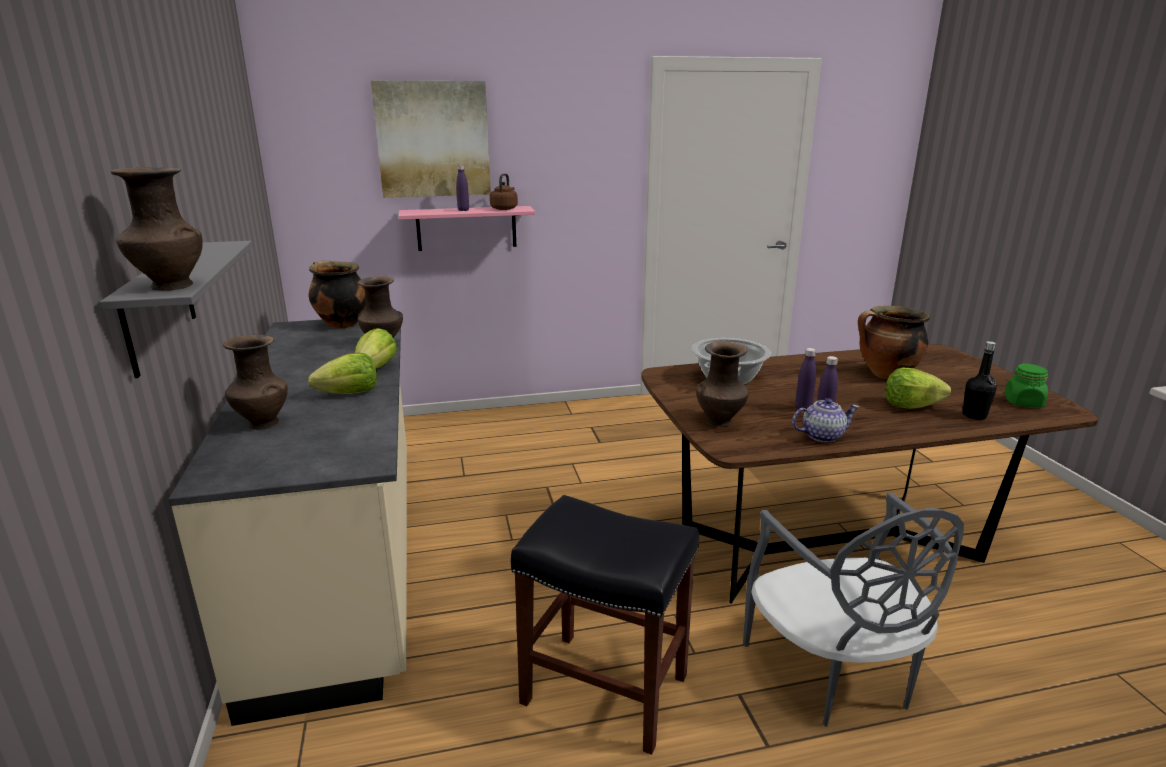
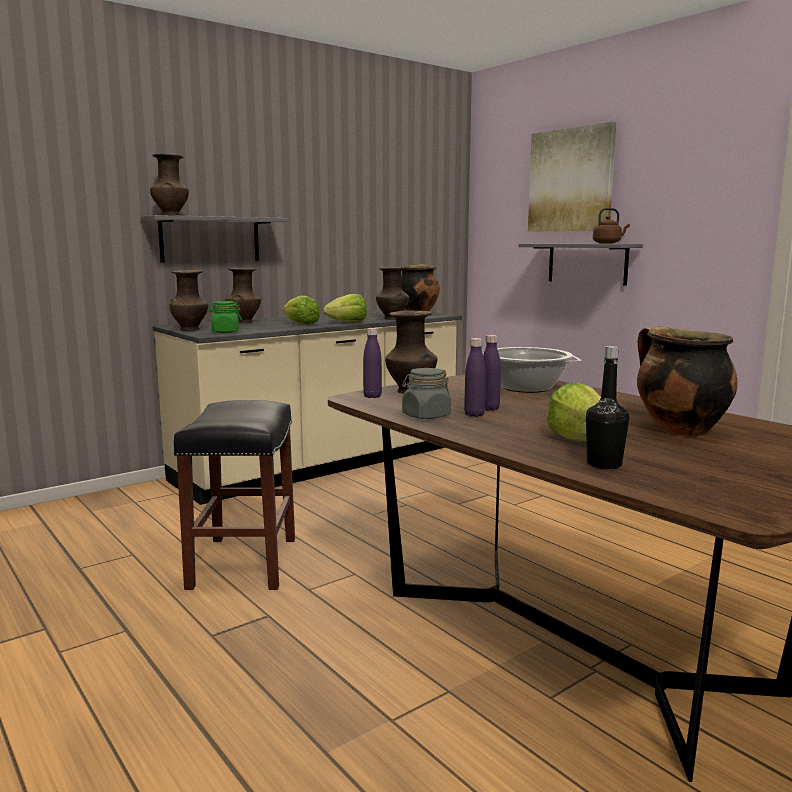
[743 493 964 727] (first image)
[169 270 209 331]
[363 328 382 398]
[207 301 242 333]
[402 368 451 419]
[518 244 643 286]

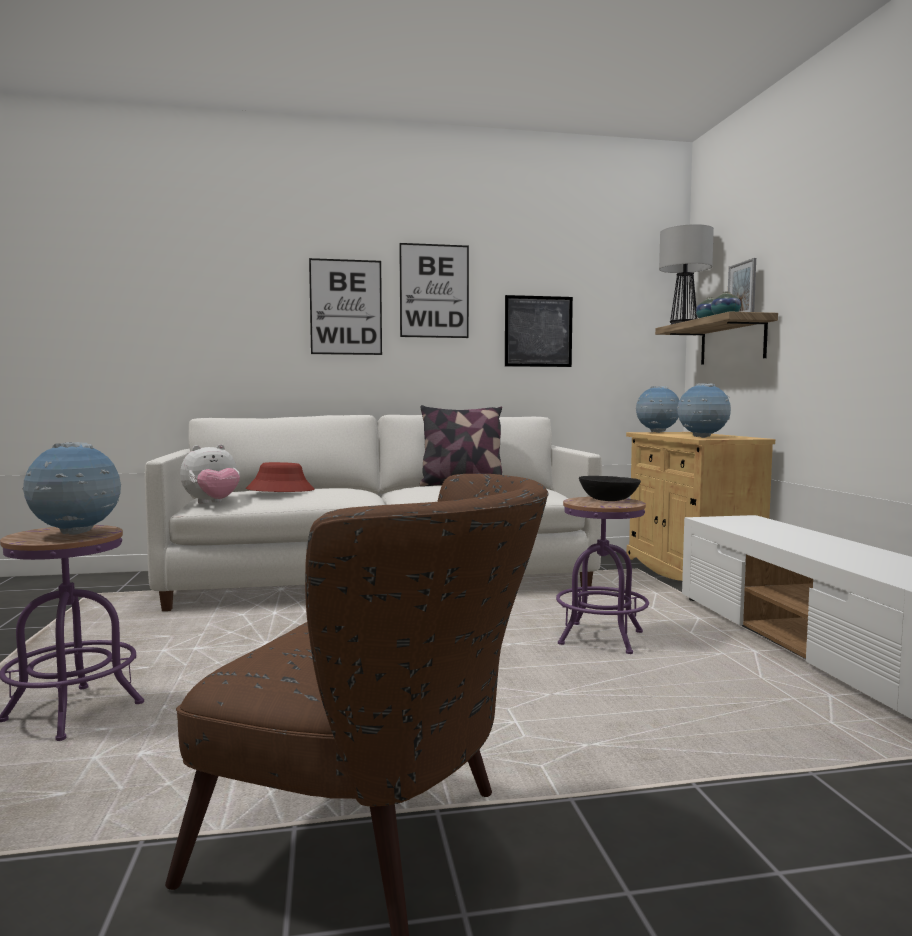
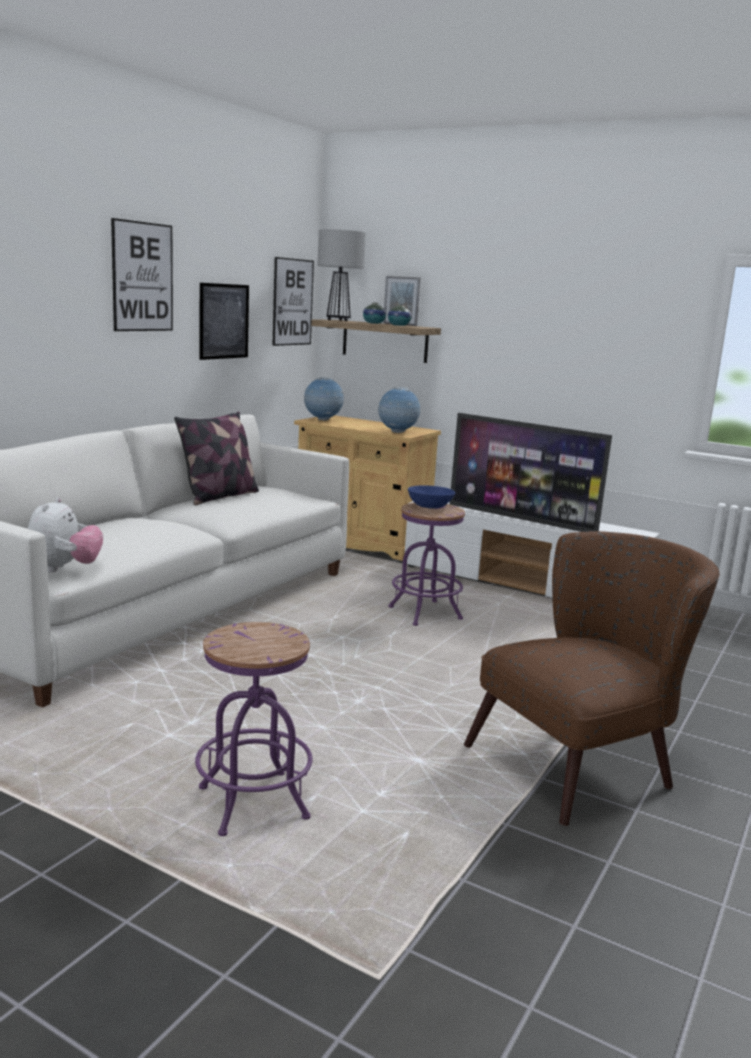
[23 442 121 535] (first image)
[246 462 315 492] (first image)
[449 413 612 532]
[273 257 314 346]
[408 485 456 508]

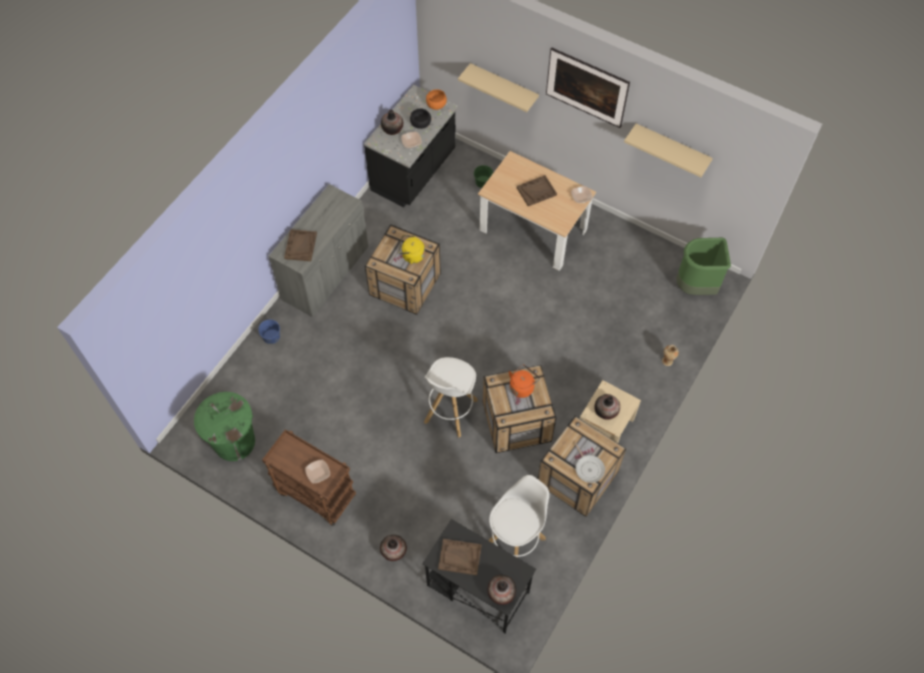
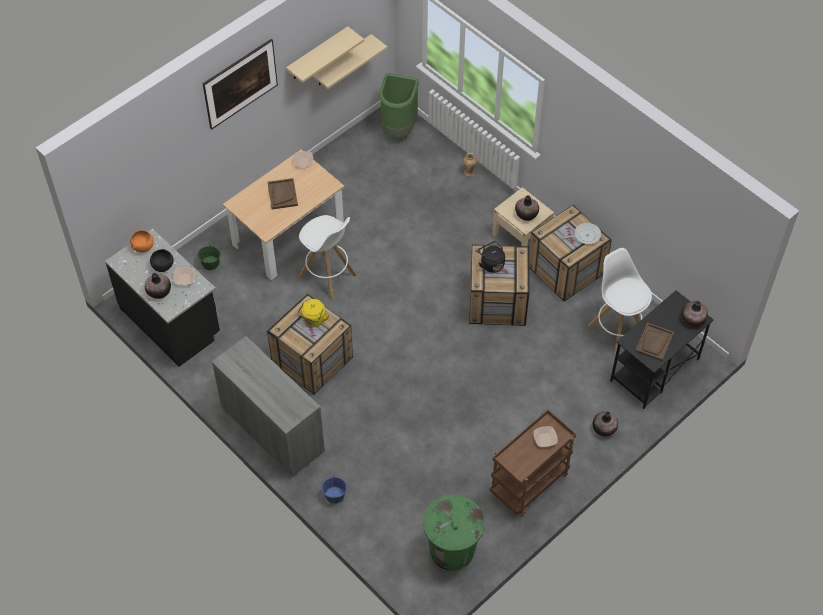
[284 229 317 261] (first image)
[299 215 357 299]
[312 34 387 89]
[478 241 505 273]

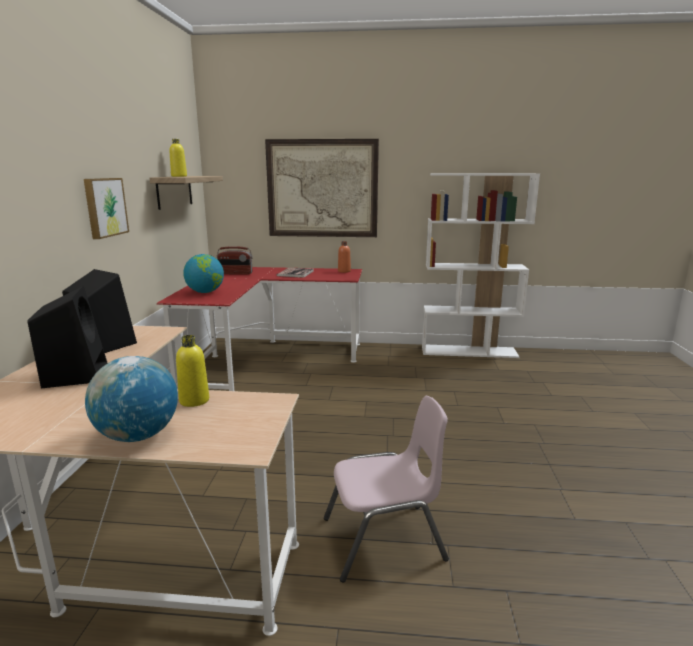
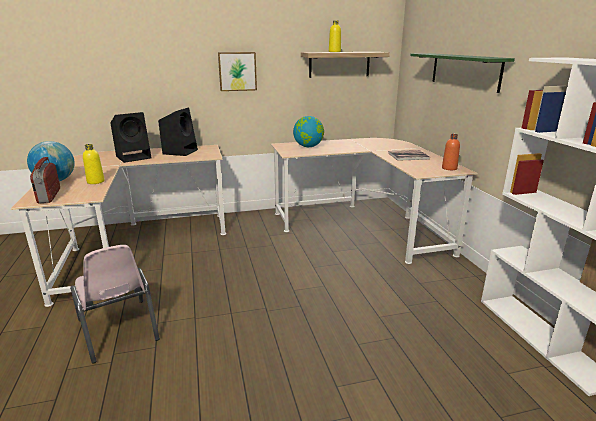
[30 157 60 204]
[410 53 515 93]
[271 138 478 264]

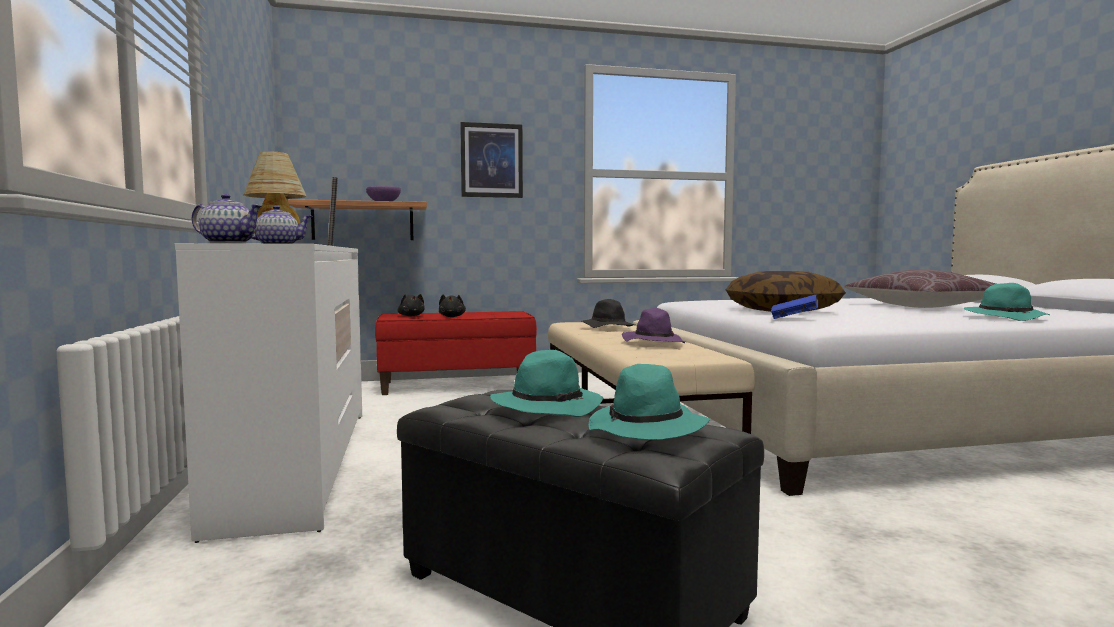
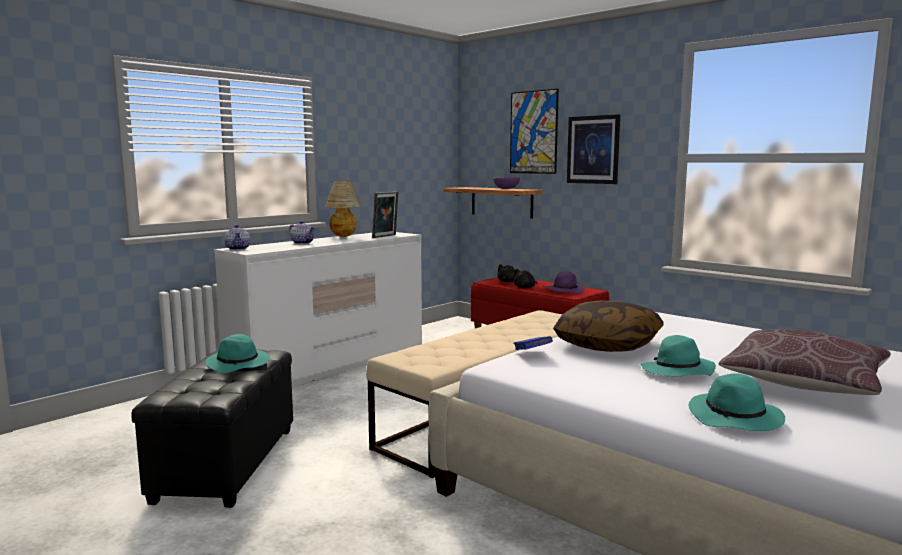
[582 299 635 328] (first image)
[510 89 559 174]
[641 335 716 376]
[546 271 585 294]

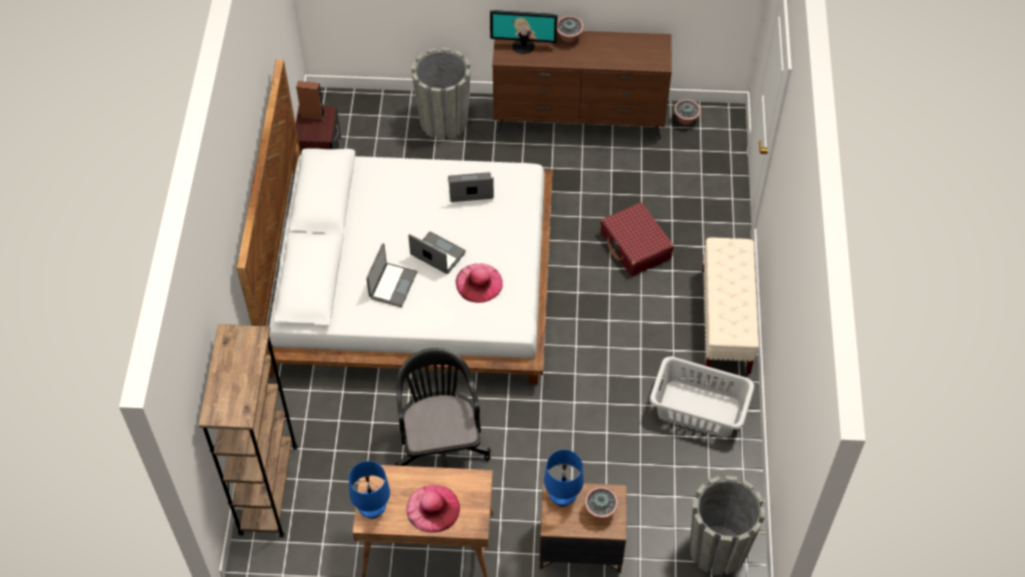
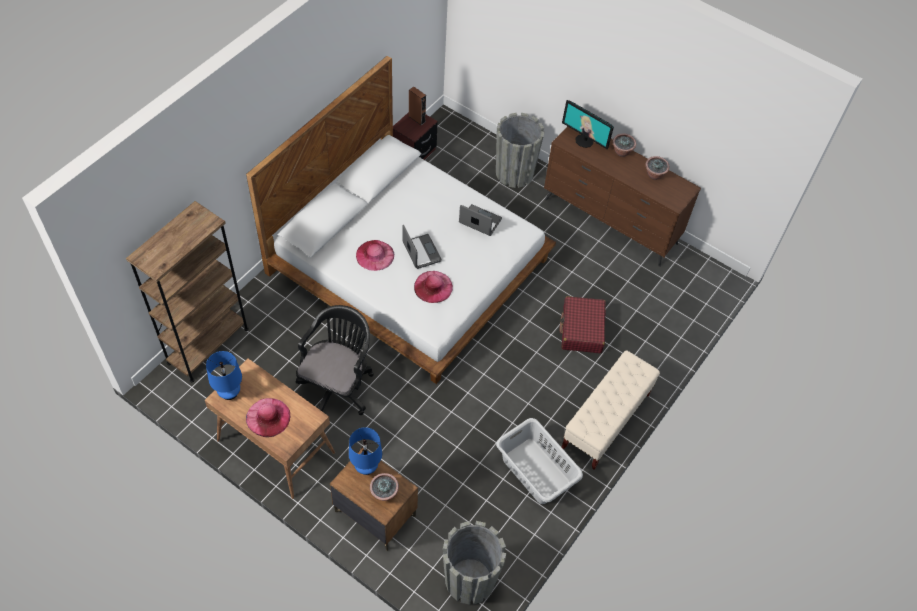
[645 156 669 180]
[356 240 394 271]

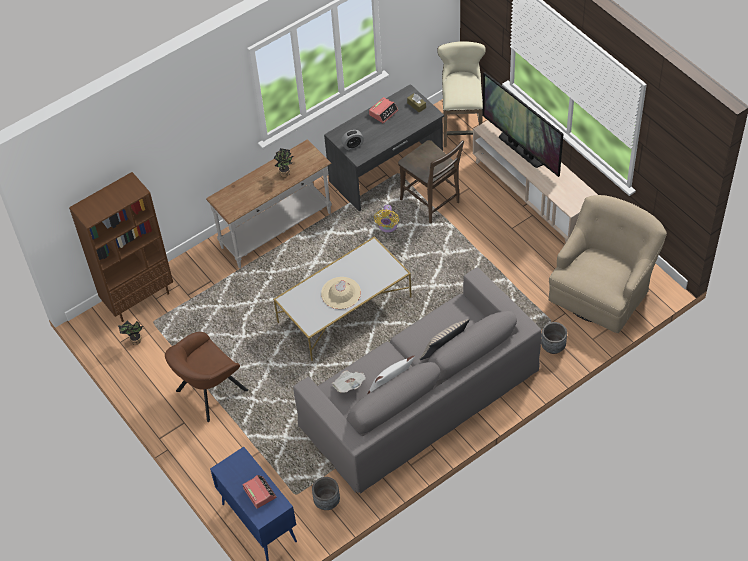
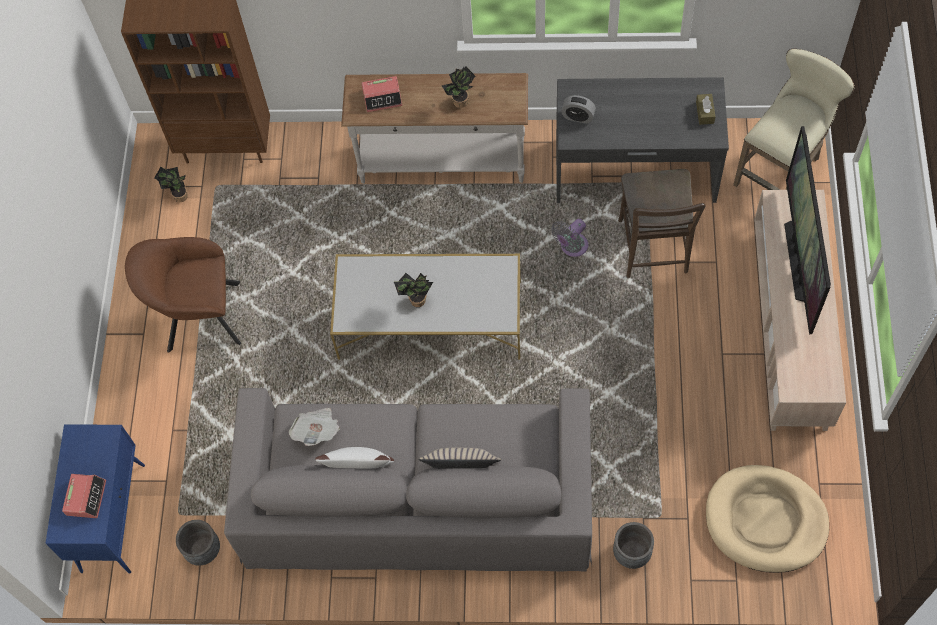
[361 76 402 112]
[394 273 433 307]
[706 465 829 573]
[551 219 588 257]

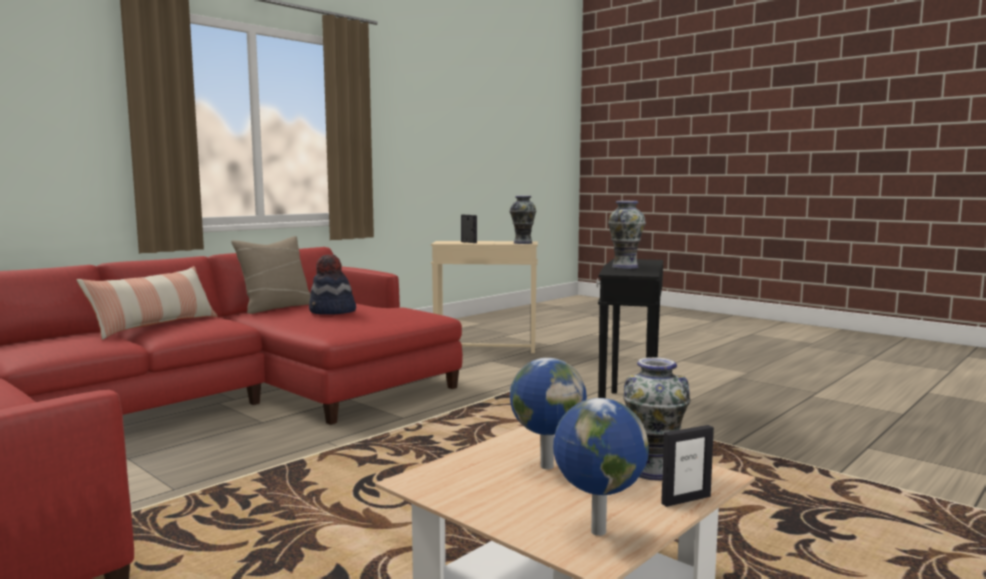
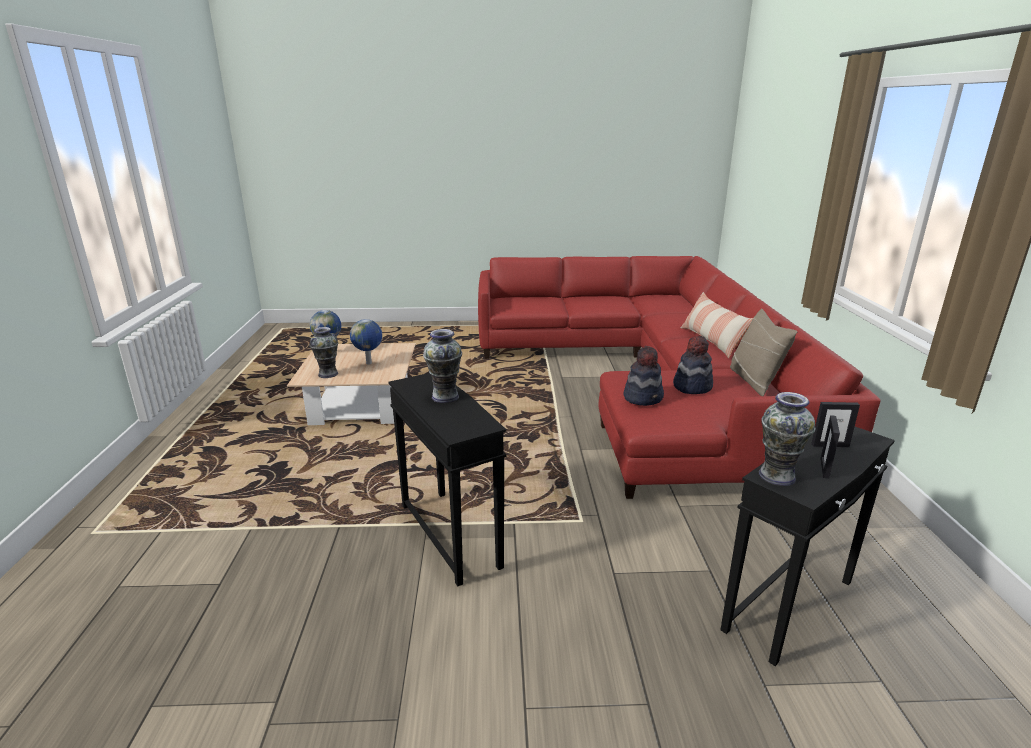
[624 346 664 406]
[820 415 840 479]
[721 427 895 666]

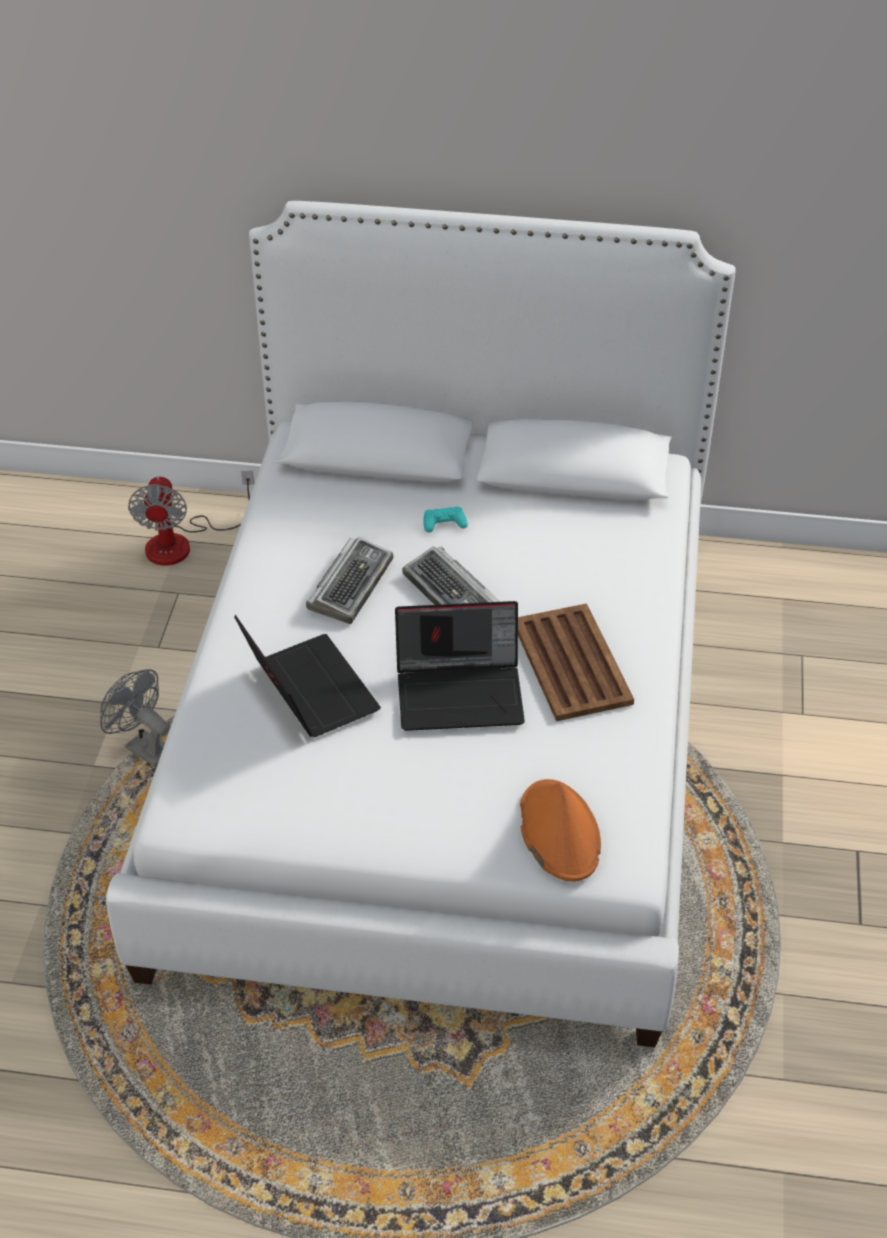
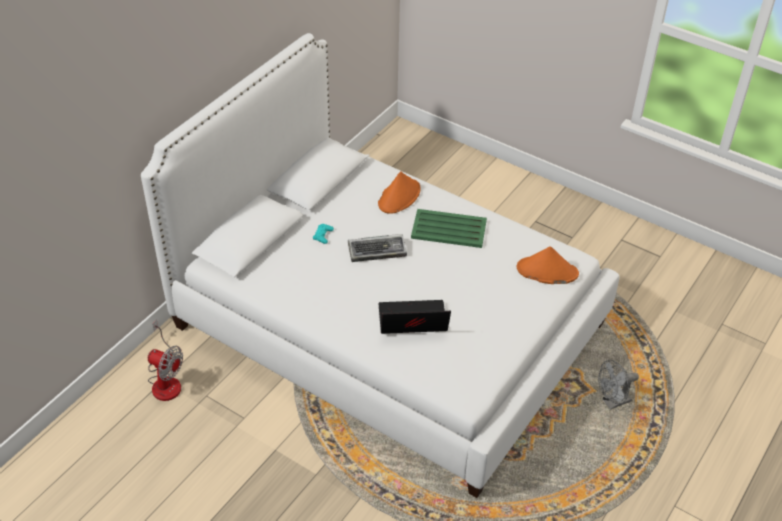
[306 537 393 624] (first image)
[395 601 525 731] (first image)
[378 171 421 214]
[598 360 639 410]
[411 209 487 248]

